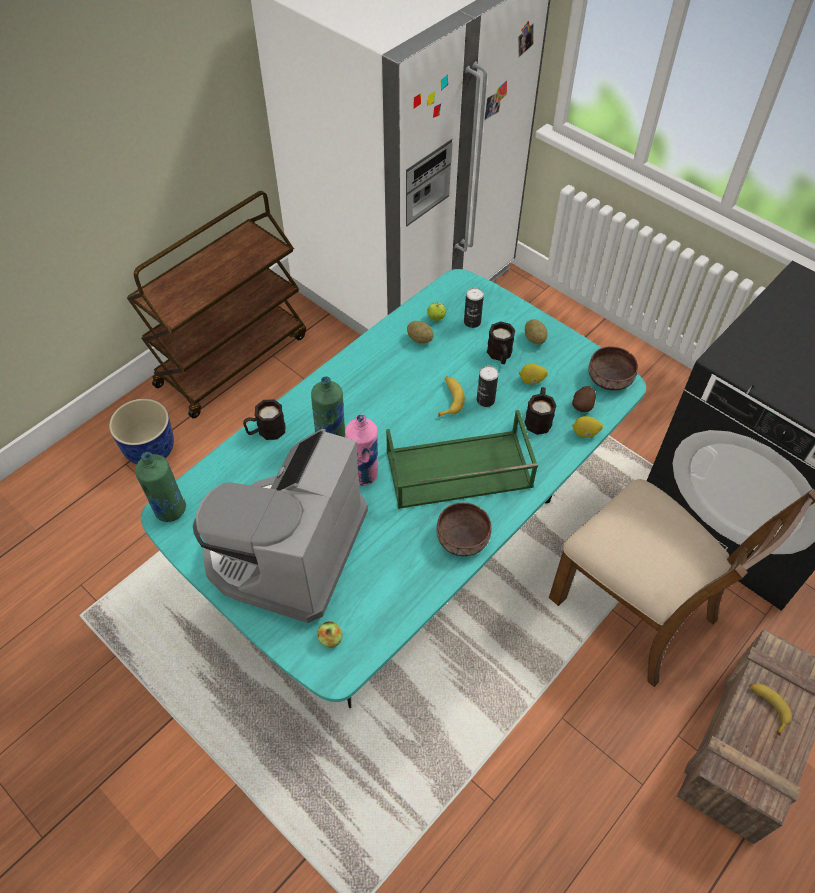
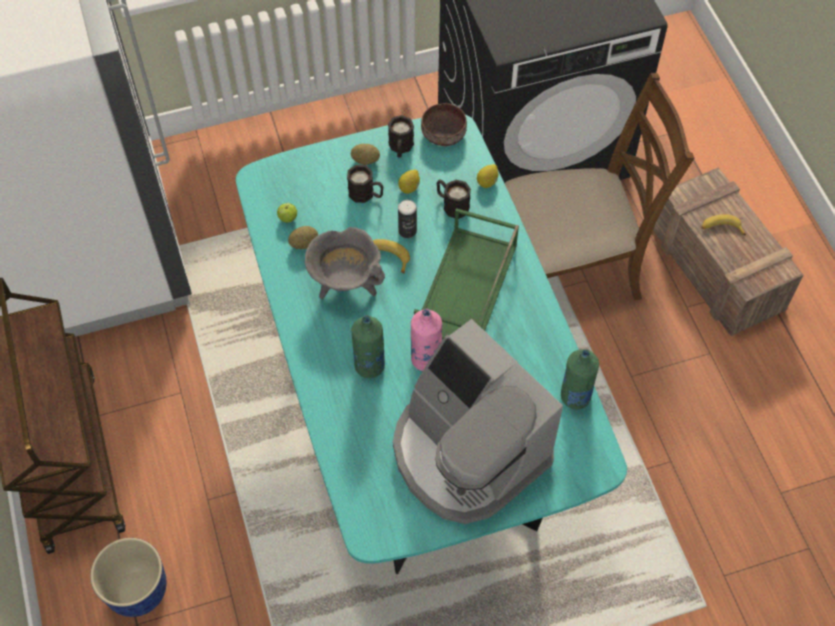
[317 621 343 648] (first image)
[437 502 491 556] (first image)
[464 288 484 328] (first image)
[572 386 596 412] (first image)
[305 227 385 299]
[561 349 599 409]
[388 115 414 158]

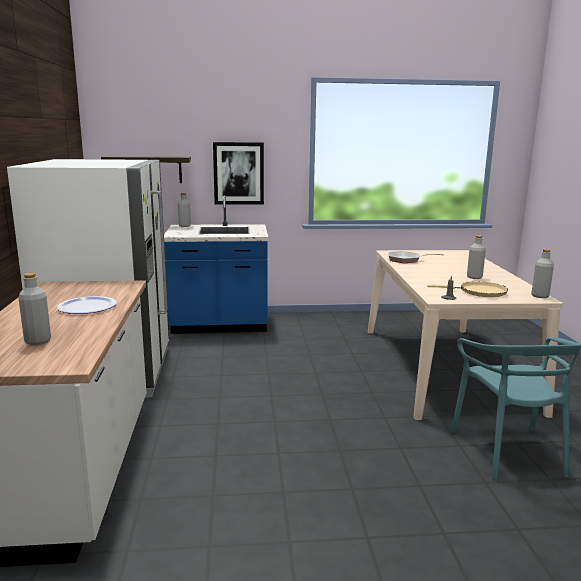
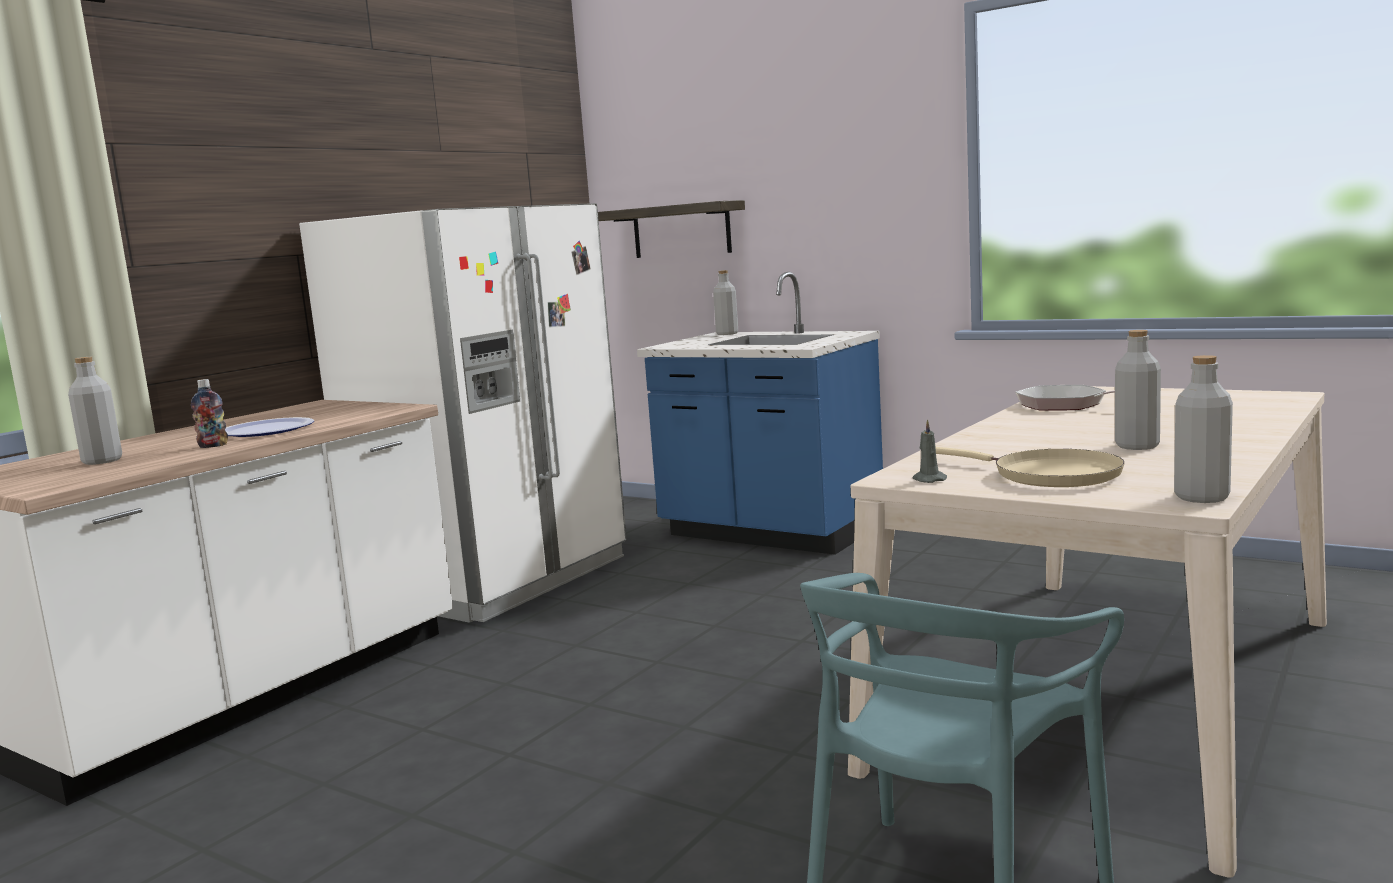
[213 142 264 205] (first image)
[191 379 228 448]

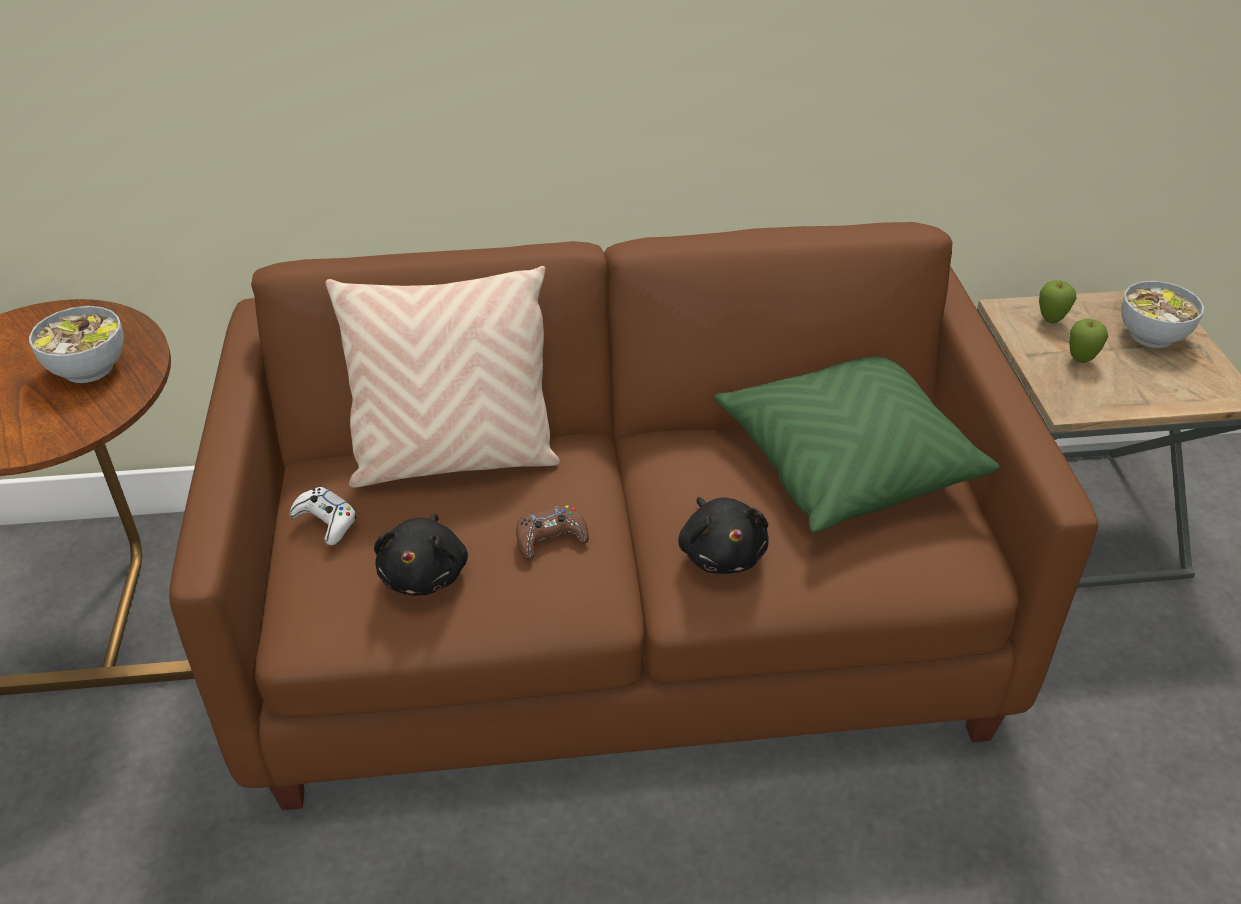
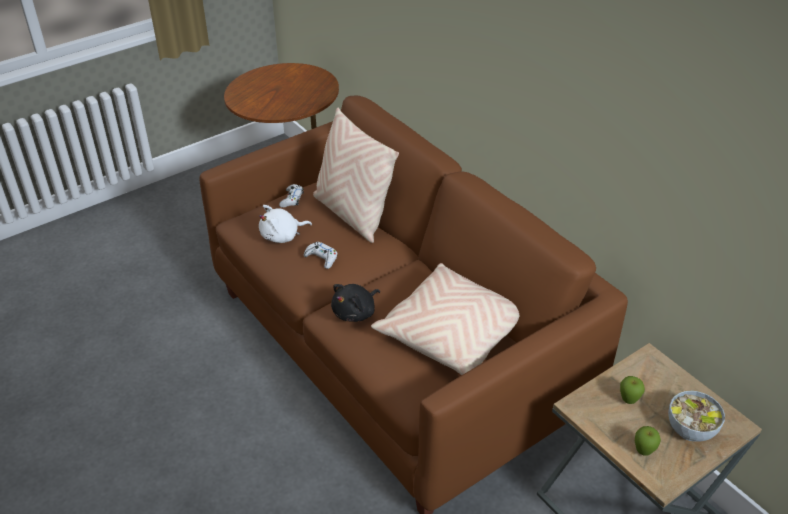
[29 306 124 383] (first image)
[635 426 661 456]
[259 205 312 243]
[304 242 337 269]
[371 263 520 375]

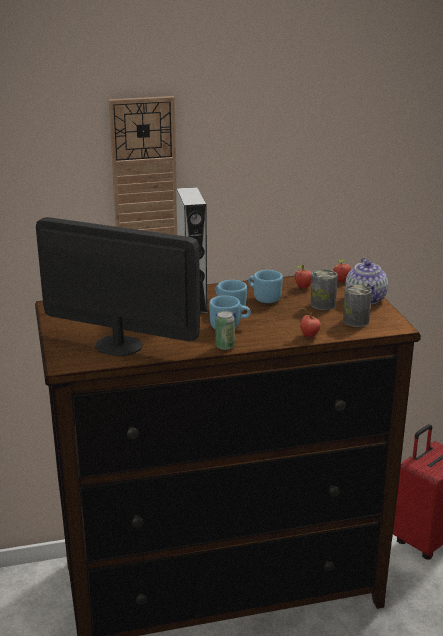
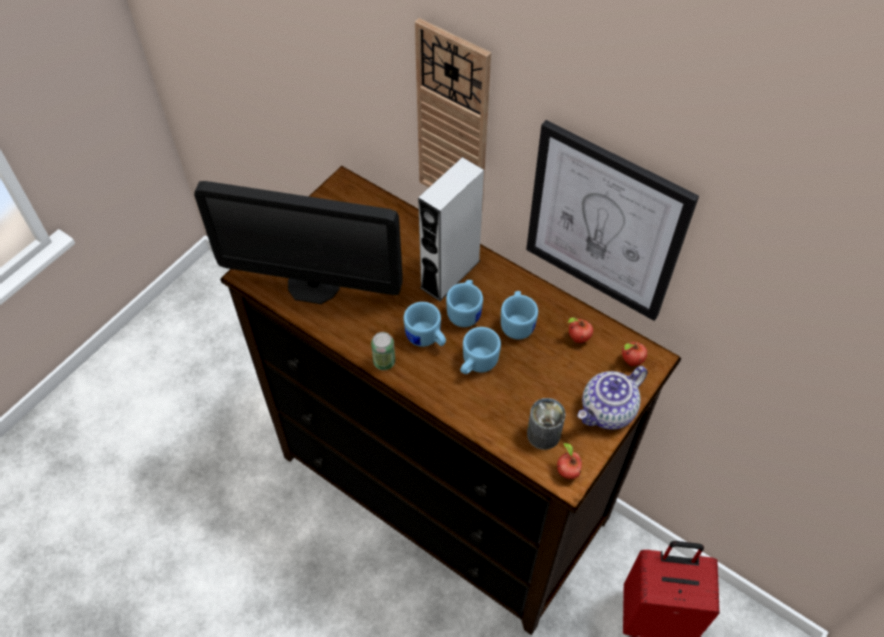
[310 269 338 310] (first image)
[460 327 501 374]
[526 120 699 321]
[557 442 582 479]
[194 181 403 304]

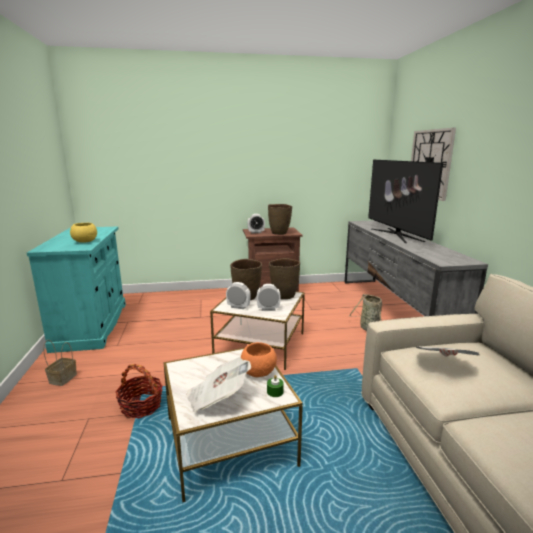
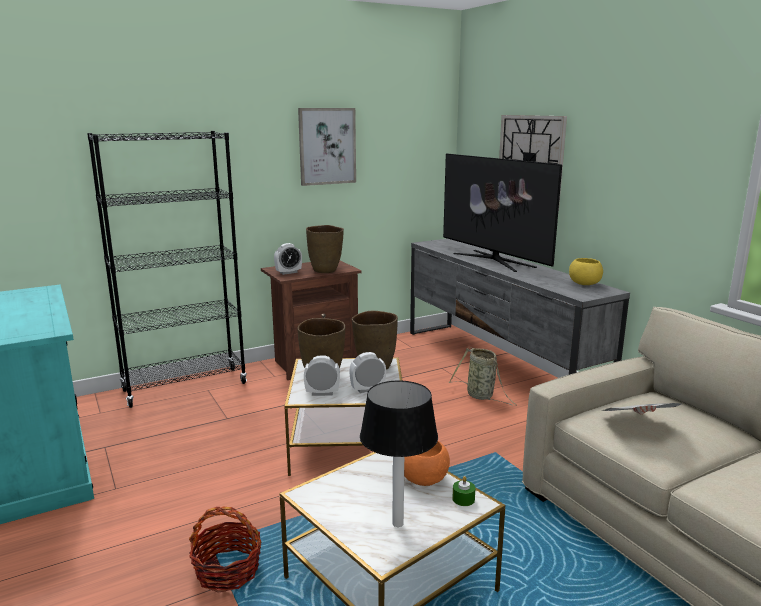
[43 340 77 386] (first image)
[87 131 247 408]
[298 108 356 186]
[569 258 603 285]
[360 381 438 527]

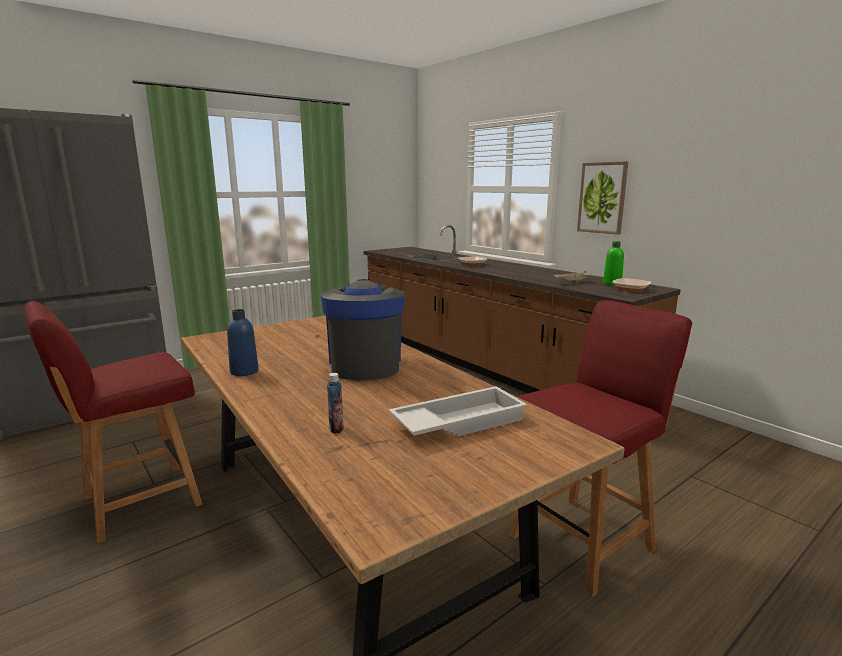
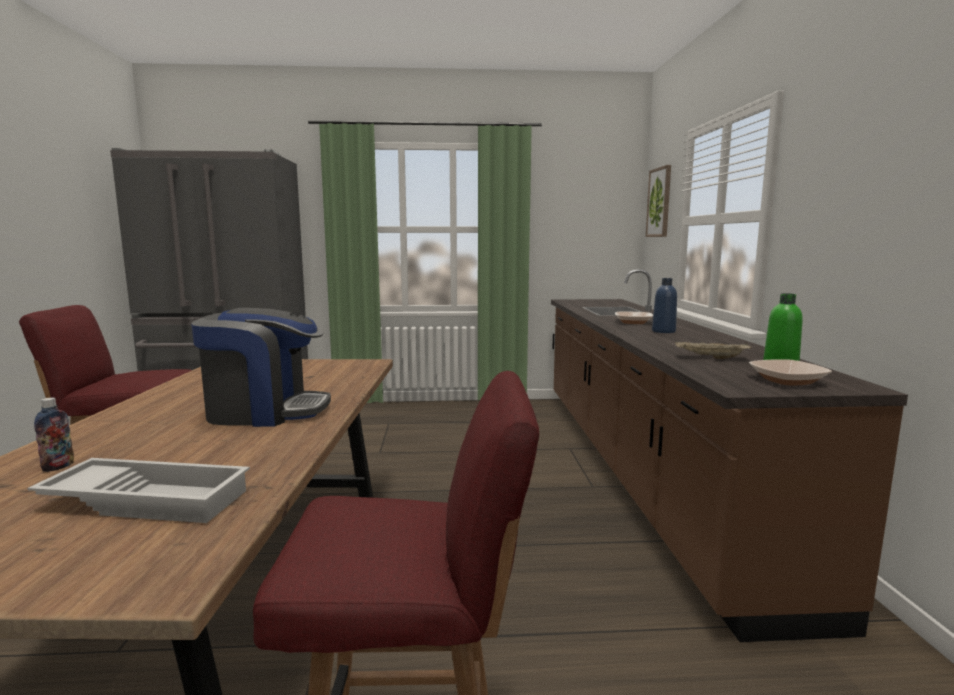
[652 278 677 333]
[646 165 671 237]
[191 308 331 427]

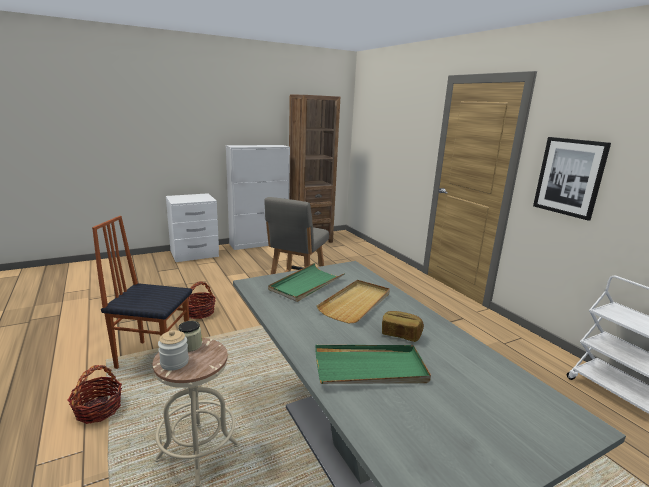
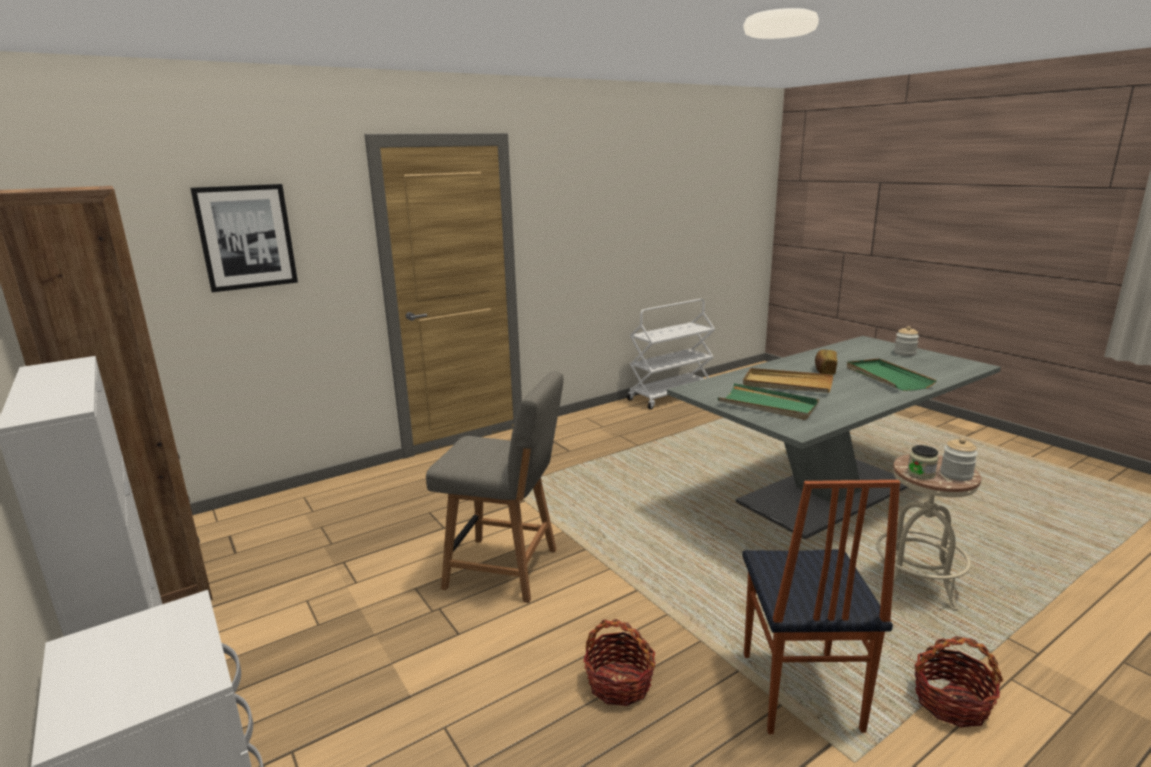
[894 326 919 356]
[190 184 298 292]

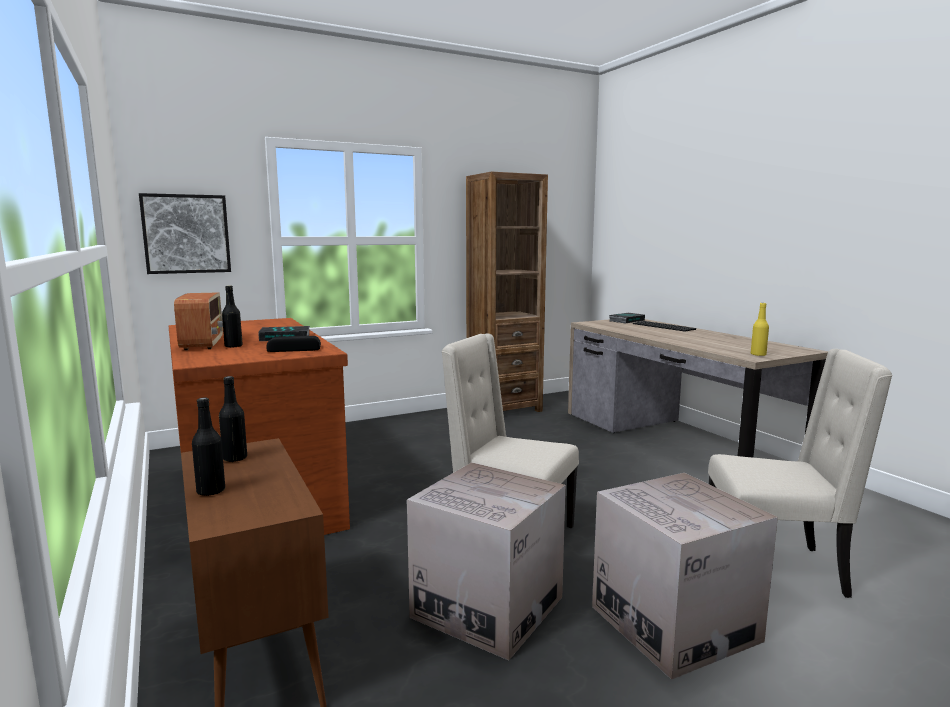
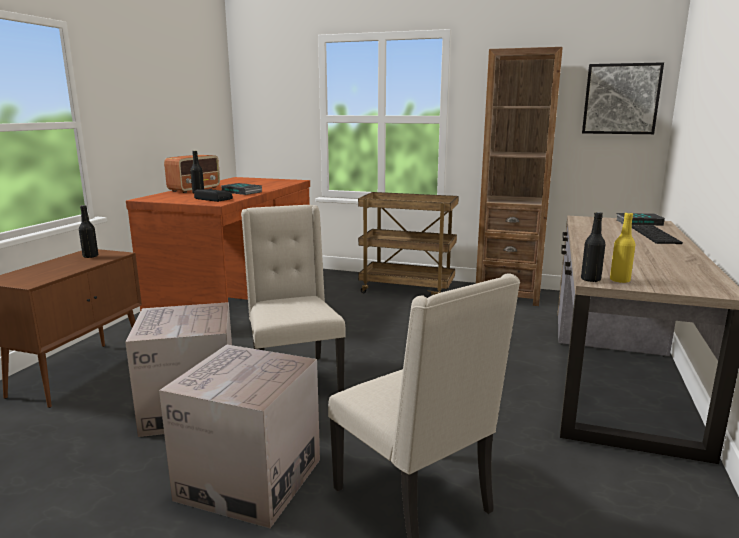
[358 192 459 295]
[582 62 664 134]
[581 212 605 282]

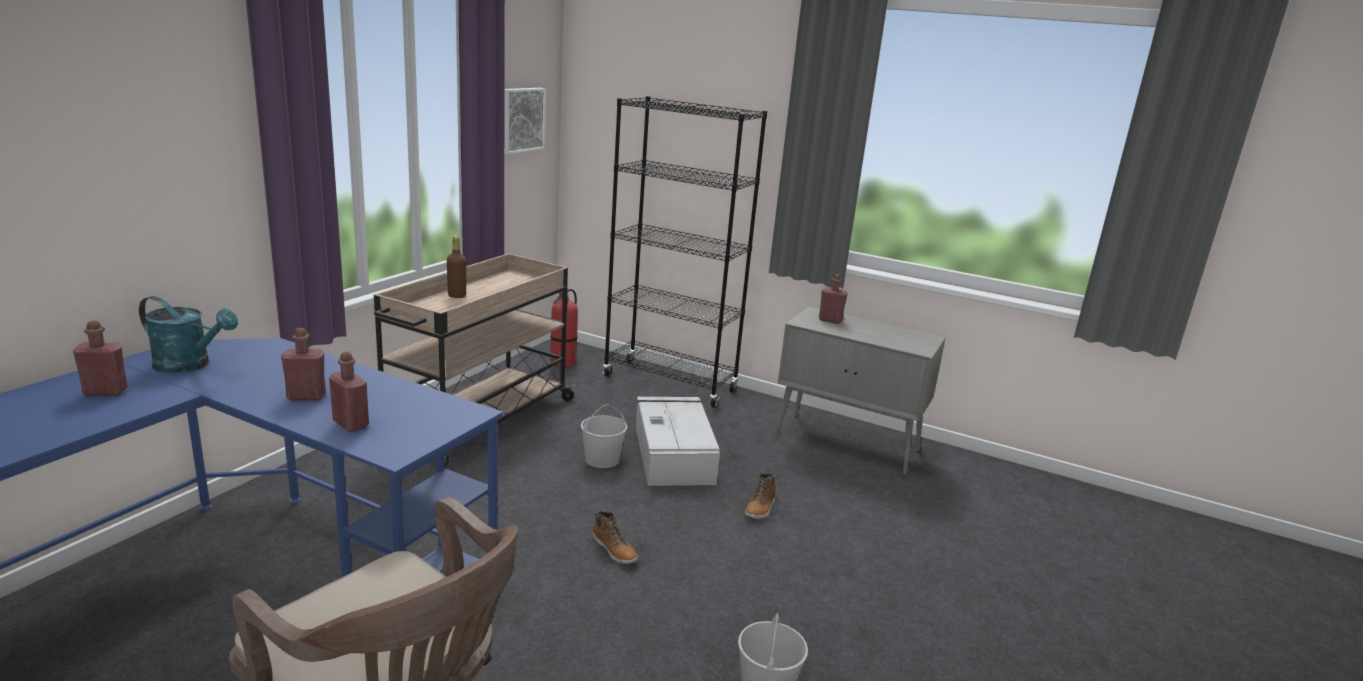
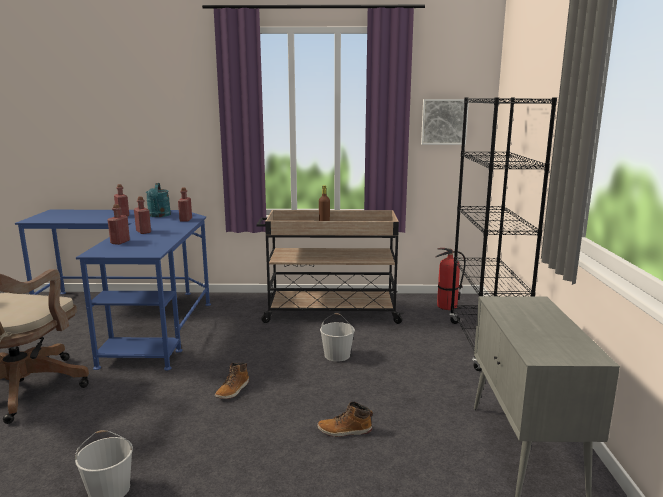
[636 397 720 486] (first image)
[178 187 192 222]

